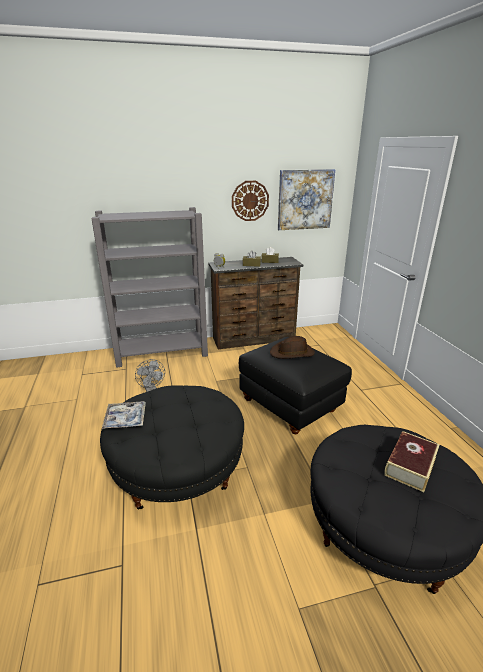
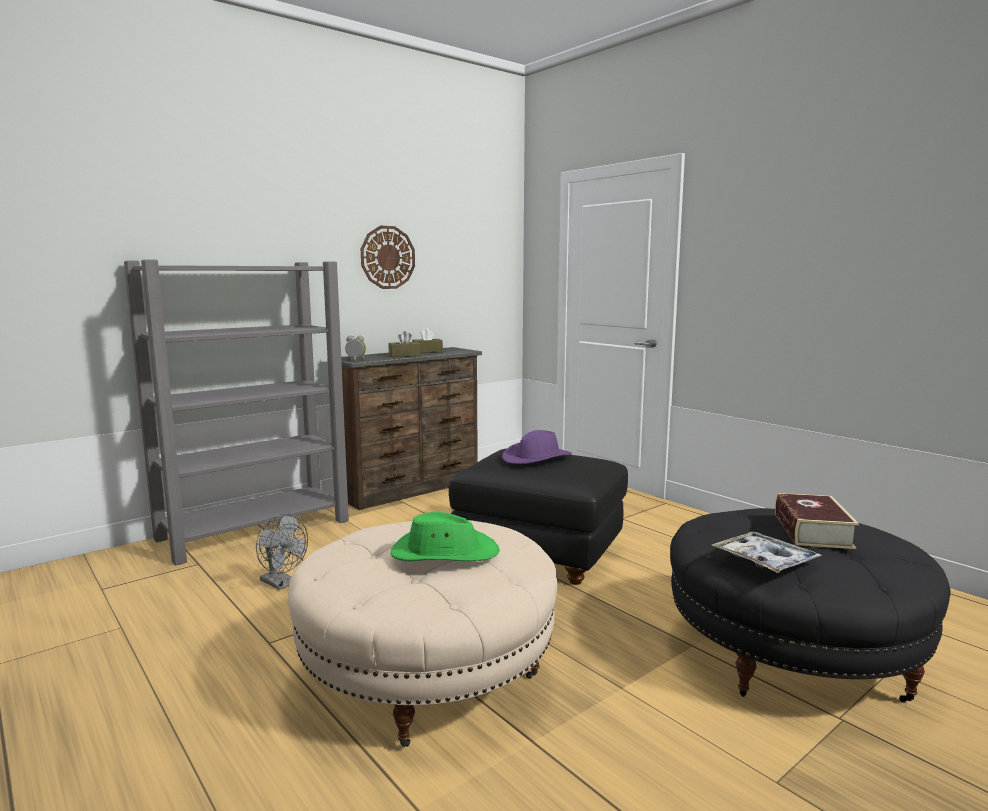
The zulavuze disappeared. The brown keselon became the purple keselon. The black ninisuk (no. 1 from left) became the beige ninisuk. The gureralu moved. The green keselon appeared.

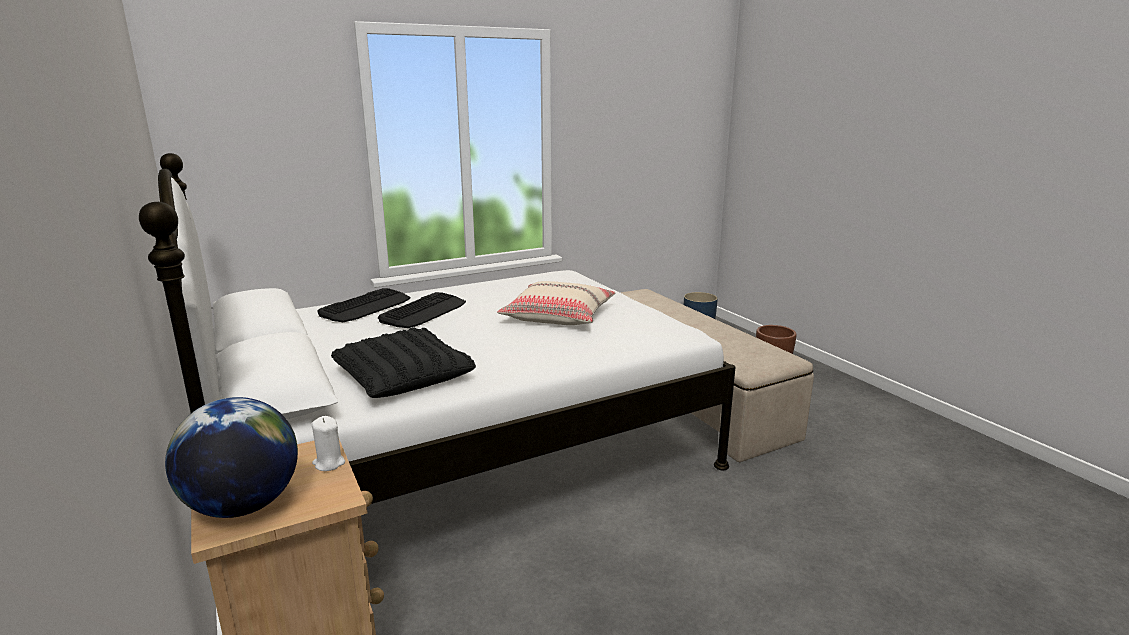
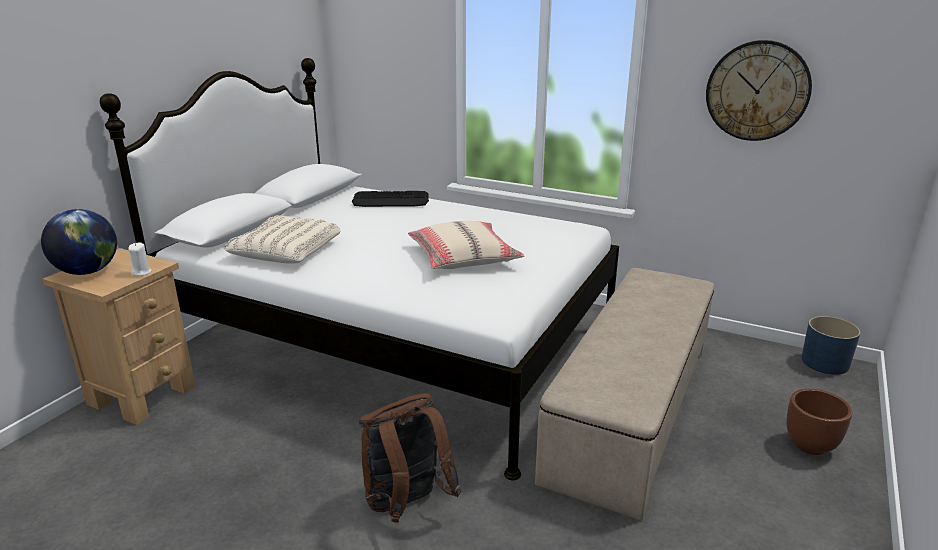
The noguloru (no. 2 from left) disappeared. The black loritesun became the beige loritesun (no. 1 from left). The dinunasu appeared. The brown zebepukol appeared.

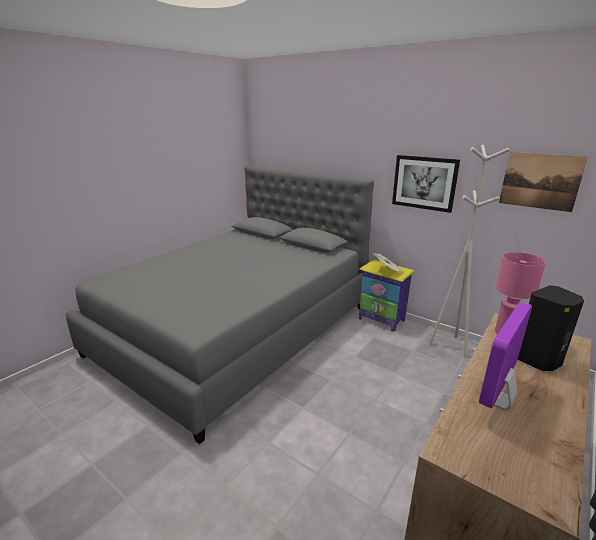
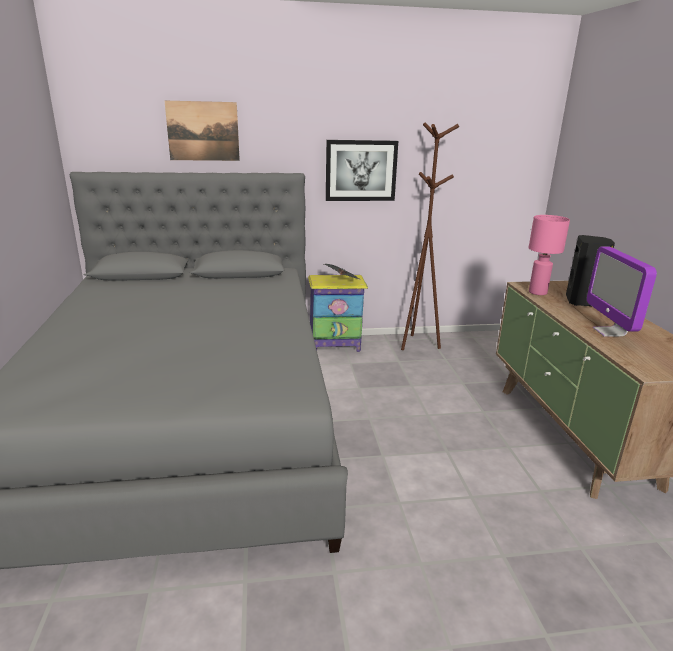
The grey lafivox became the brown lafivox. The zulavuze (no. 2 from left in the first image) moved.

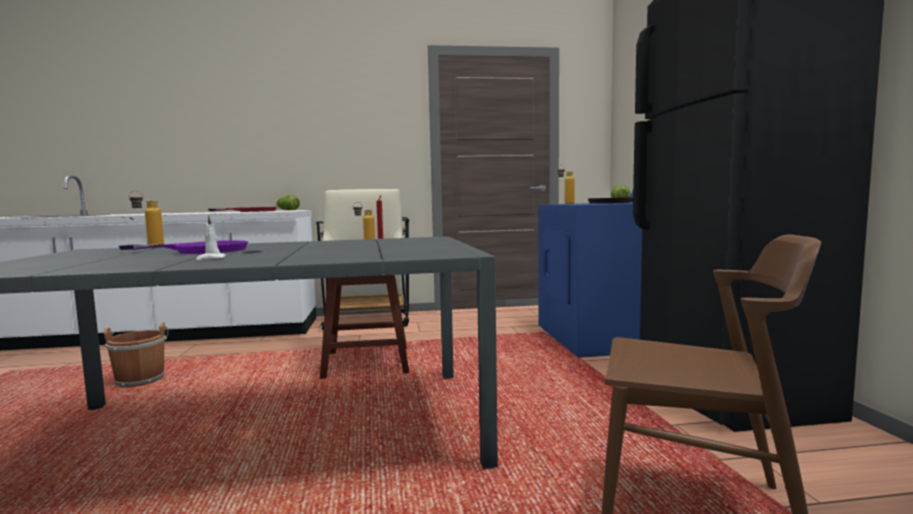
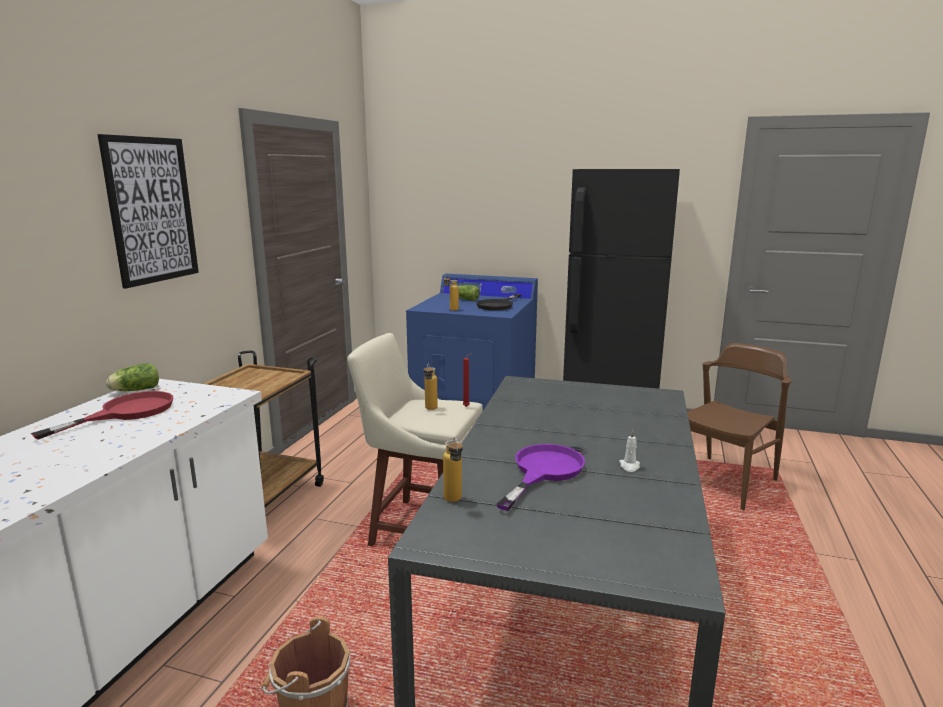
The zulavuze appeared.

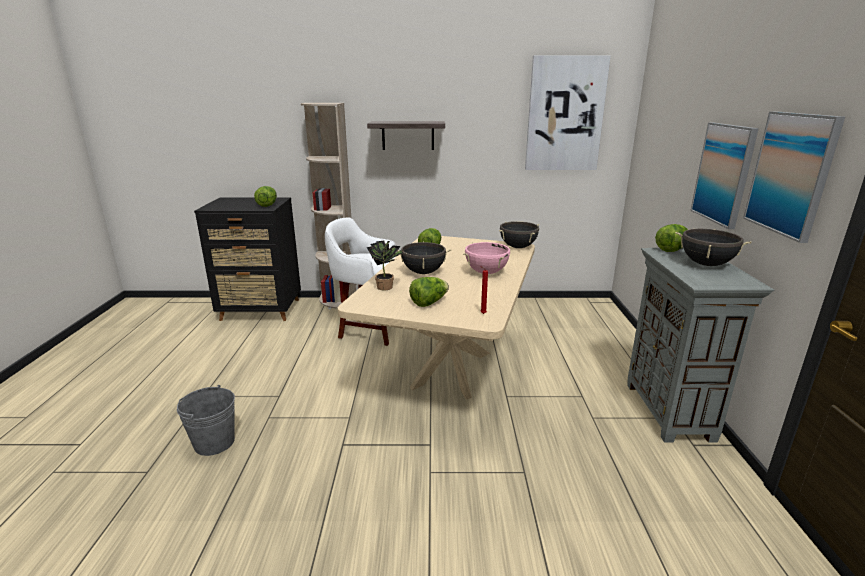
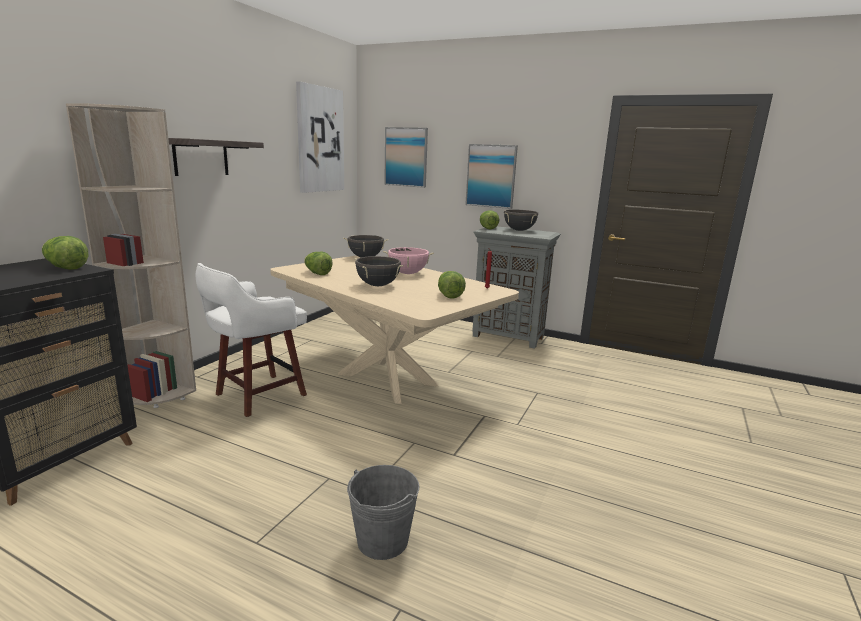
The zulavuze (no. 3 from left in the first image) moved. The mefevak disappeared.

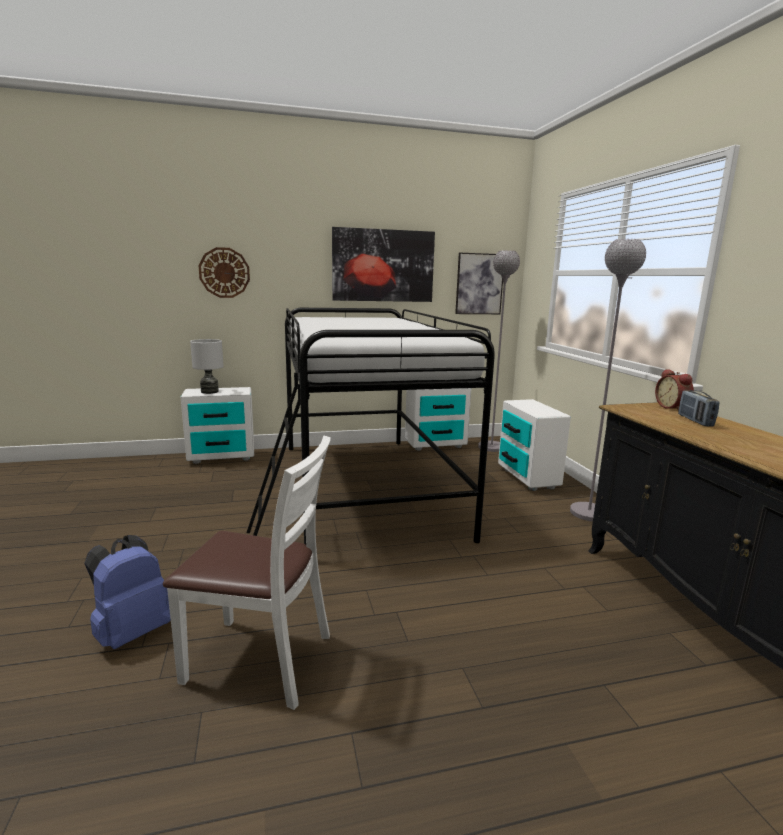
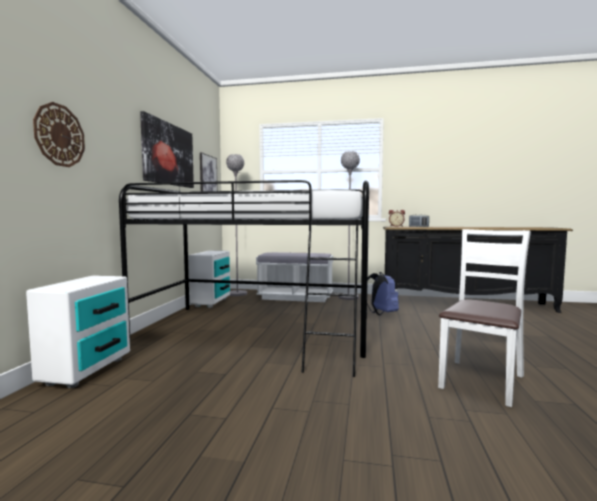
The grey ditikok disappeared. The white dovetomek (no. 3 from left) was replaced by the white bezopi. The blue zebepukol moved.

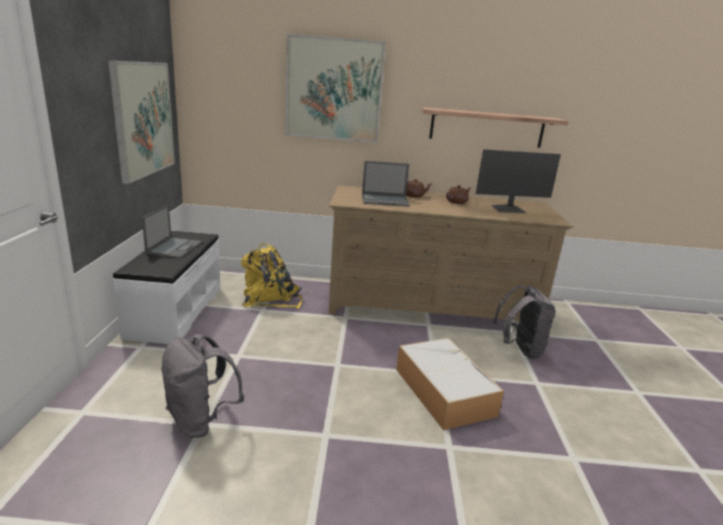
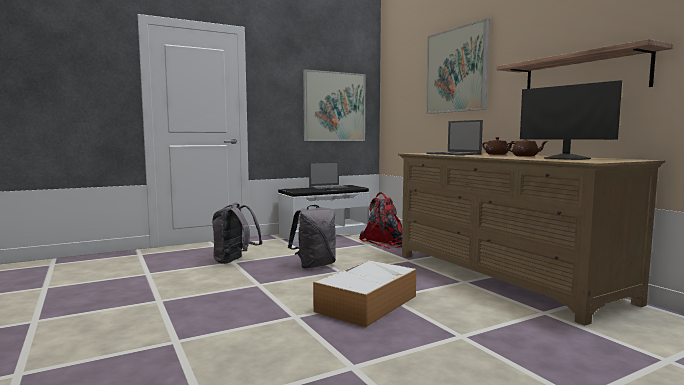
The yellow zebepukol became the red zebepukol. The grey zebepukol (no. 2 from left) moved.

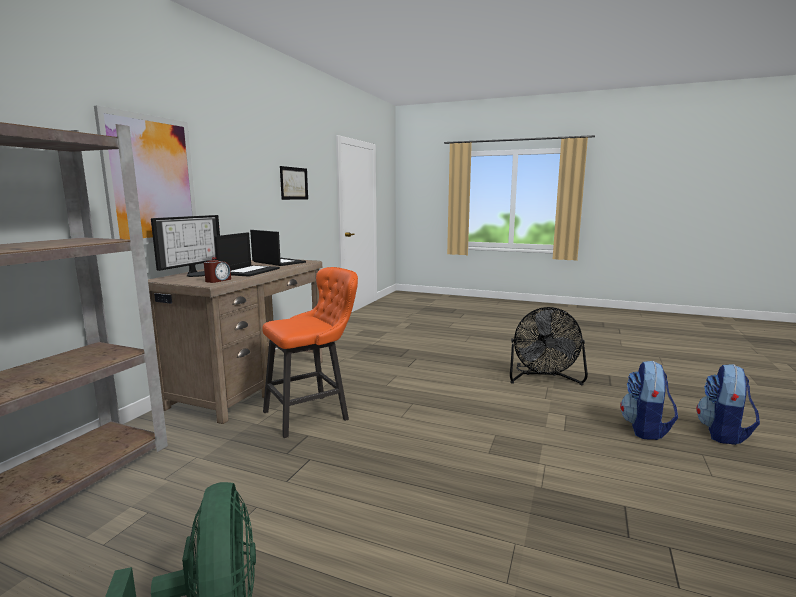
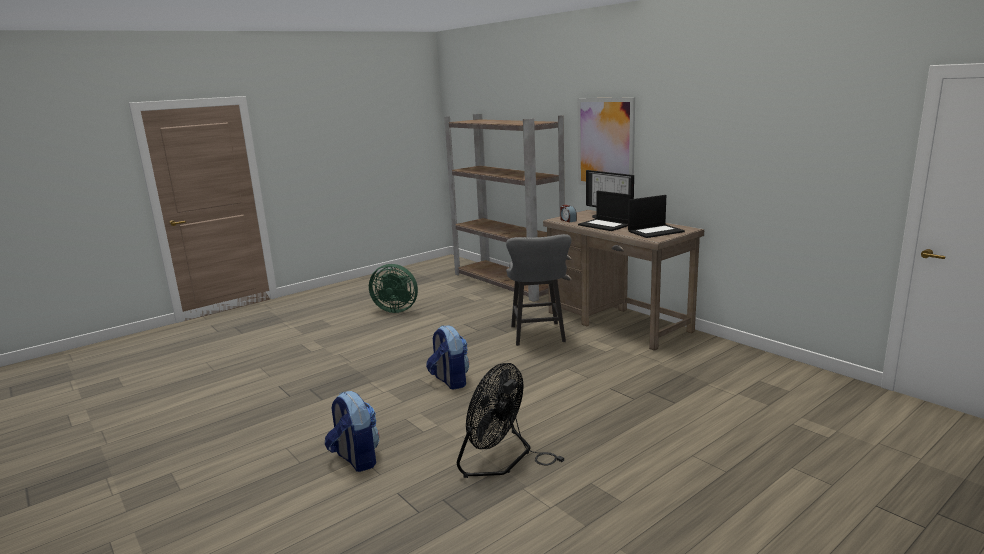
The zulavuze (no. 2 from left) disappeared. The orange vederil became the grey vederil. The zebepukol (no. 2 from left) moved.

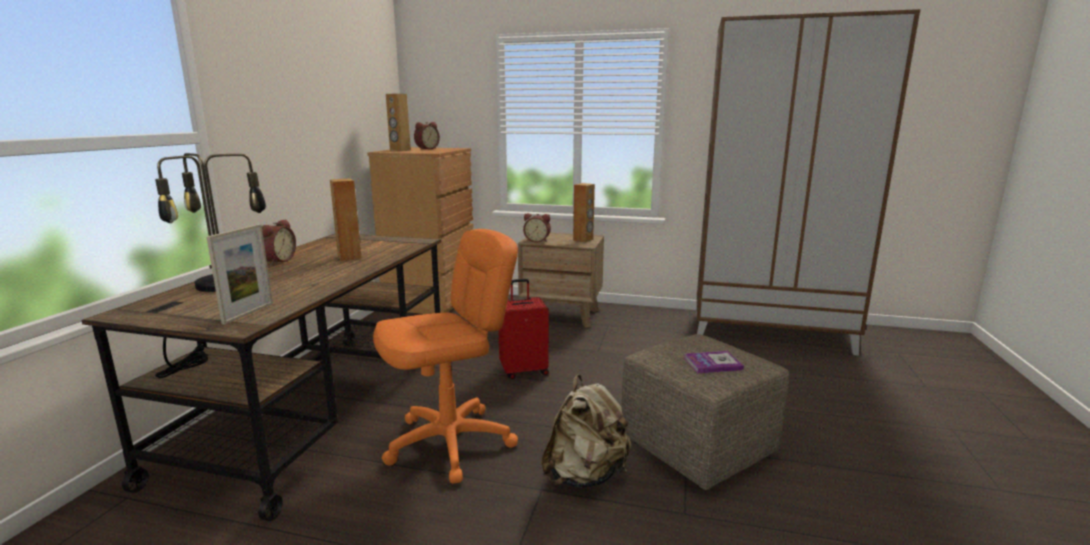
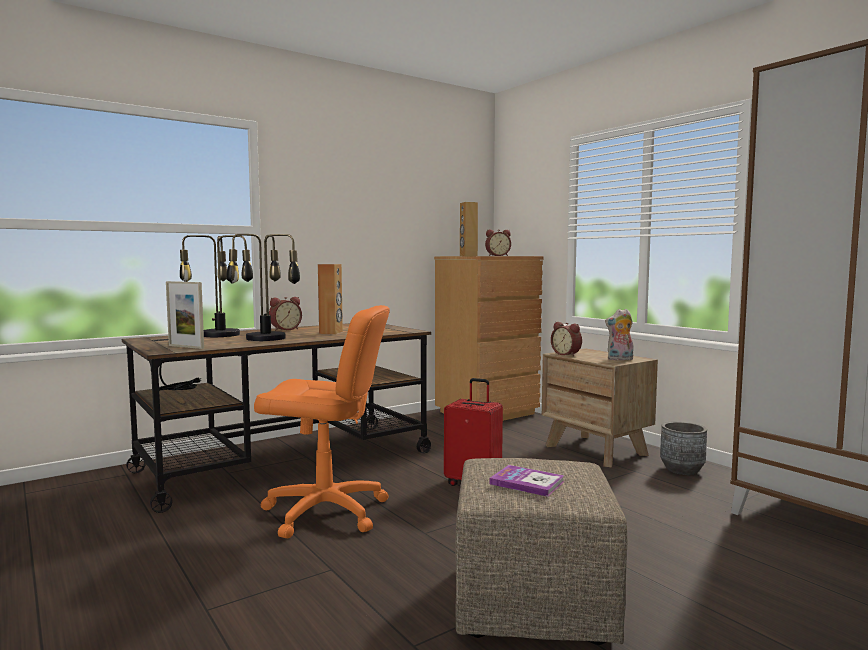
The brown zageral (no. 3 from left) was replaced by the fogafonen. The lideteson turned 60 degrees clockwise. The beige zebepukol disappeared. The ditikok (no. 2 from left) appeared. The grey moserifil appeared.

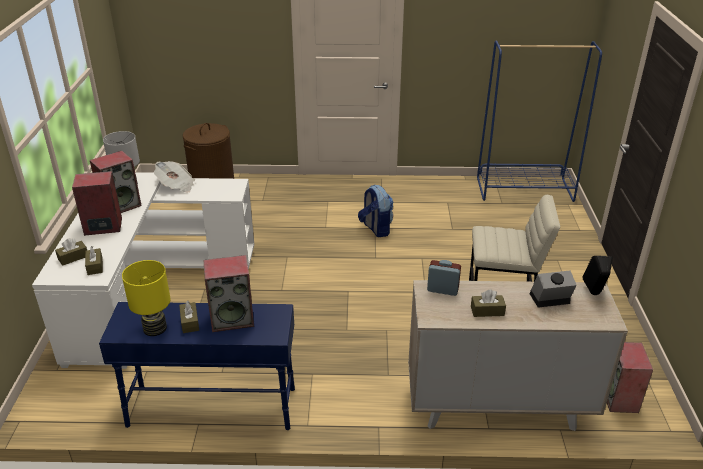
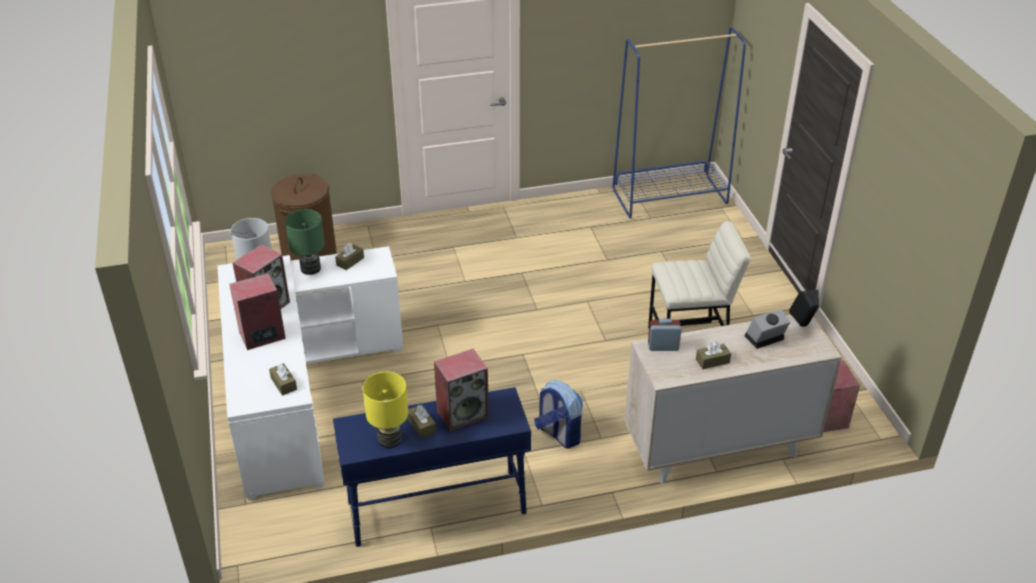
The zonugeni was replaced by the green ditikok. The zebepukol moved. The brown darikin (no. 1 from left in the first image) moved.

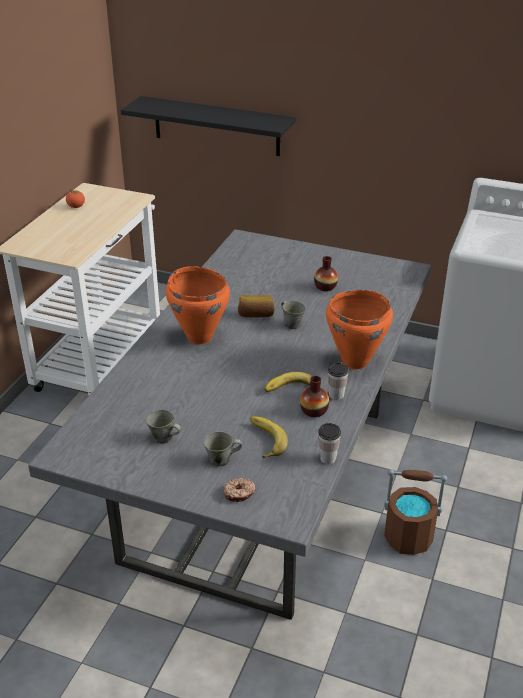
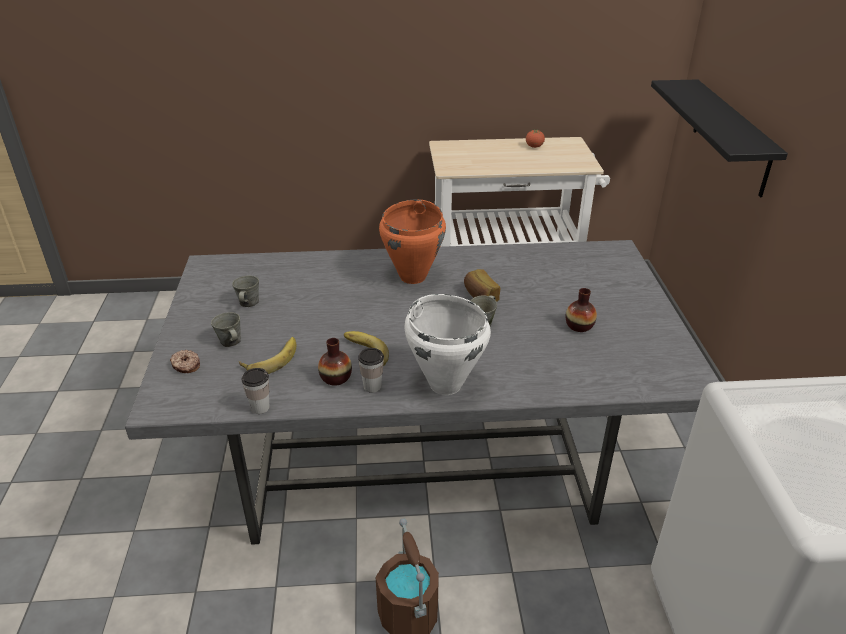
The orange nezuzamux (no. 2 from left) became the white nezuzamux.

